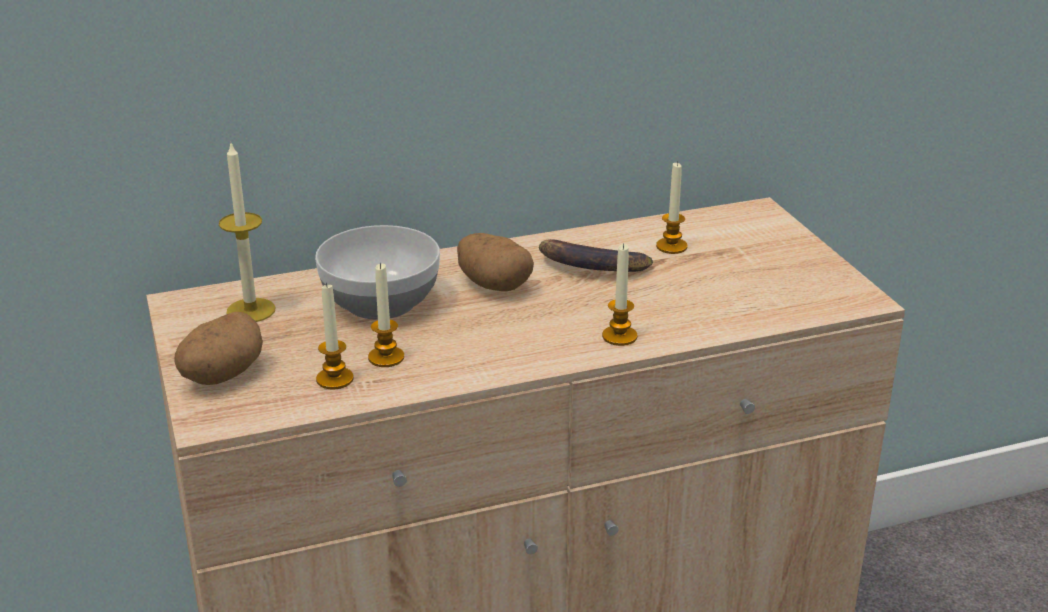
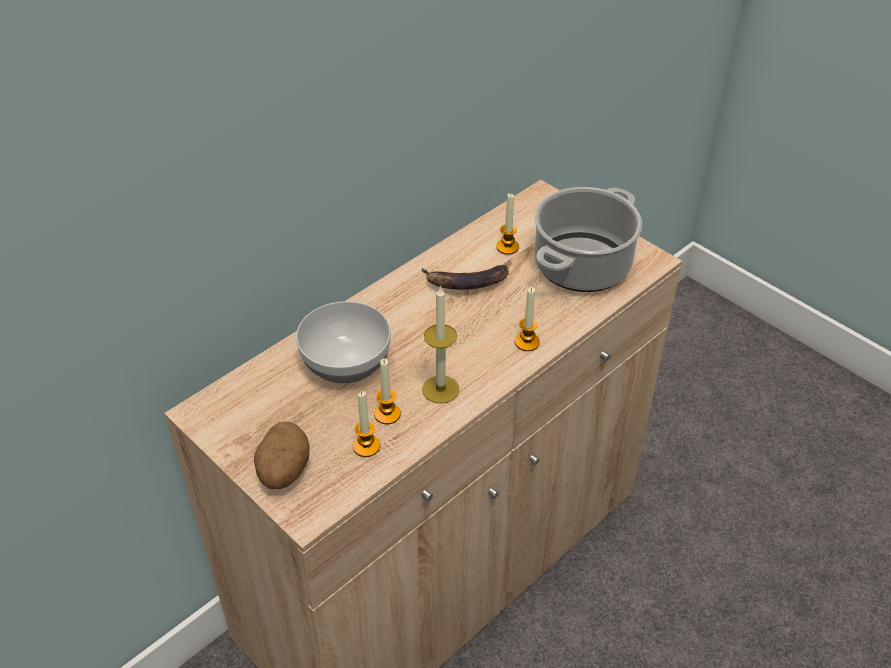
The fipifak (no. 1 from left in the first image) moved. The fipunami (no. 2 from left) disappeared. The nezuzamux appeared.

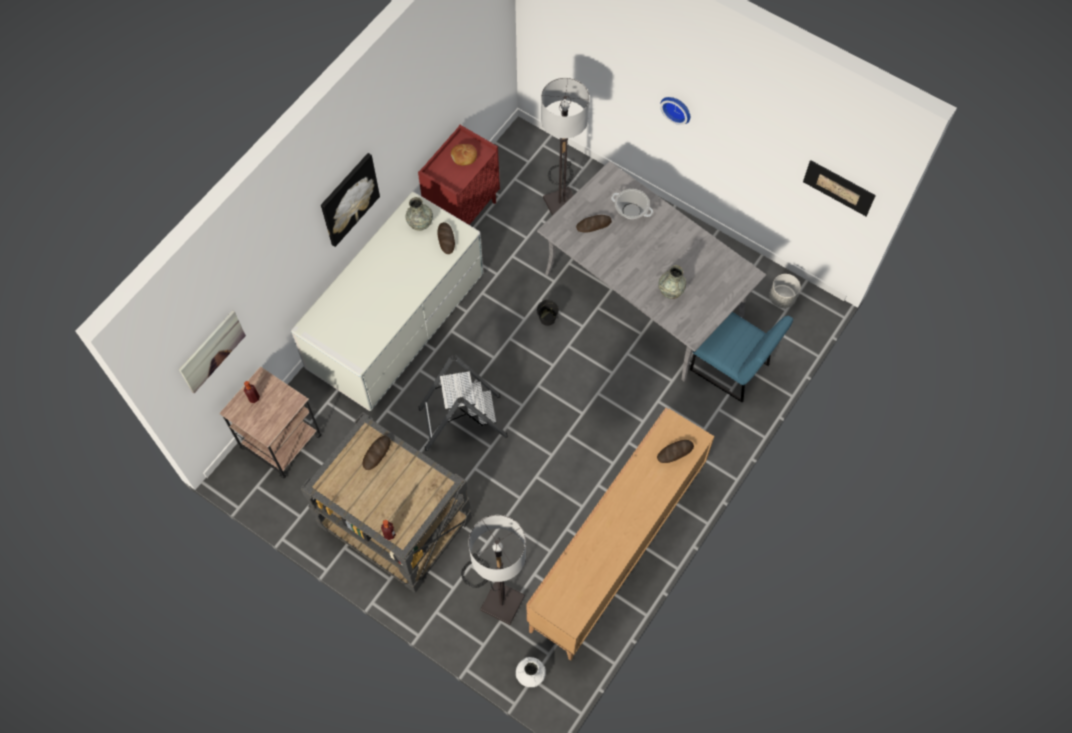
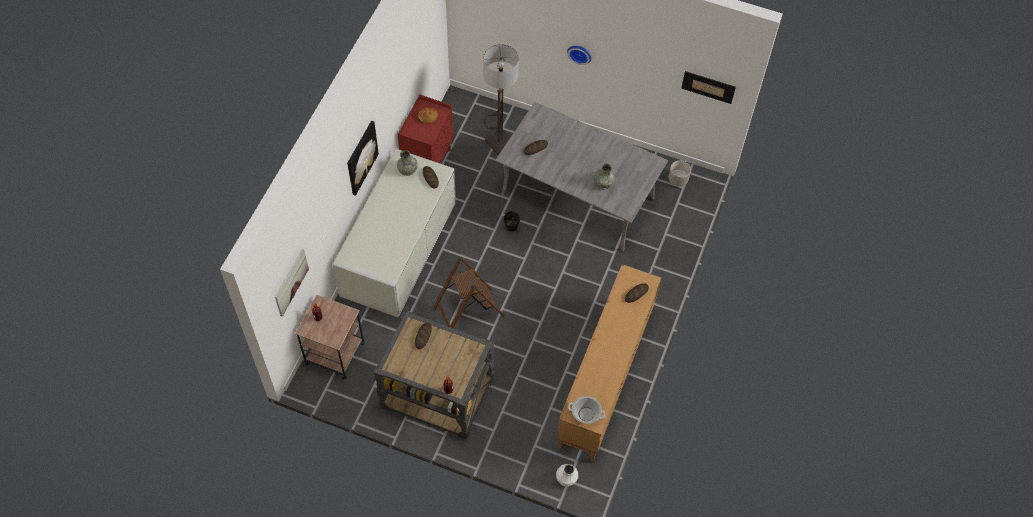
The nezuzamux moved. The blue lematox disappeared. The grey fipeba became the brown fipeba. The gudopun (no. 1 from left) disappeared.

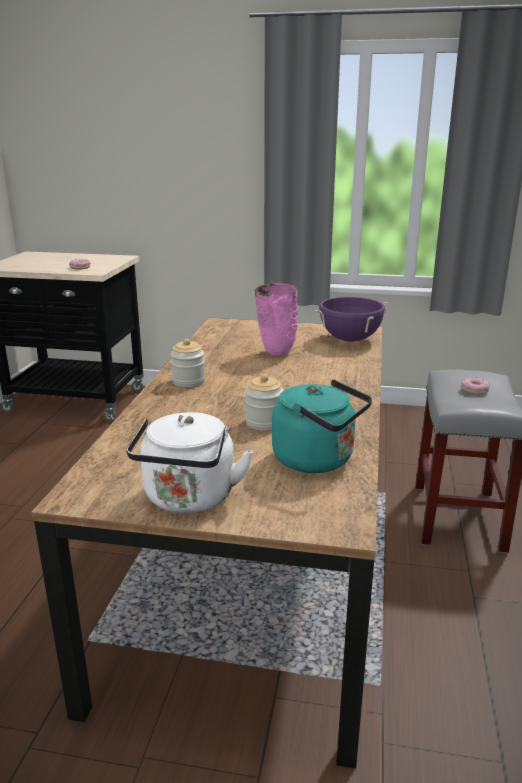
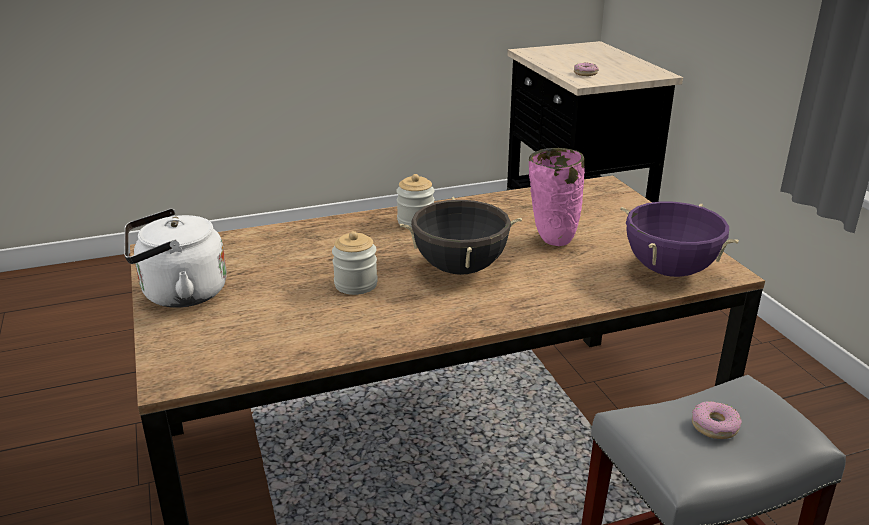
The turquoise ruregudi disappeared. The black nezuzamux appeared.

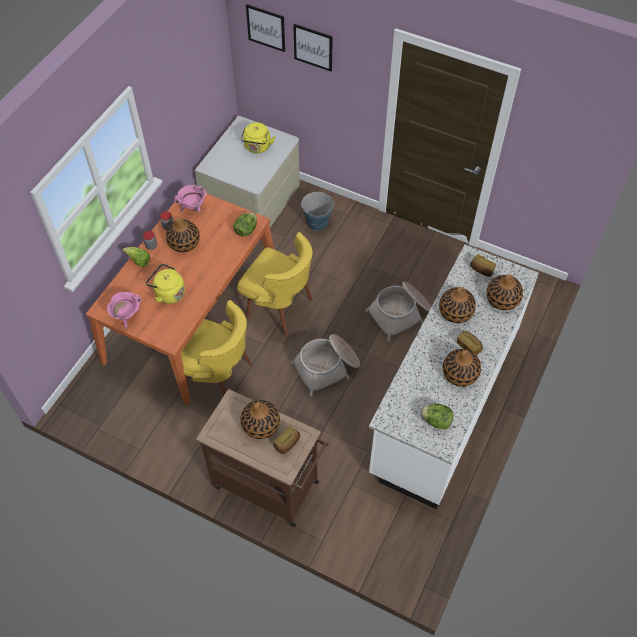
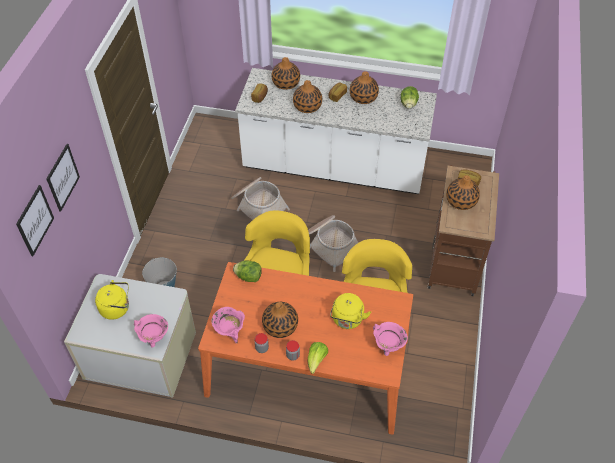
The pink nezuzamux (no. 1 from left) appeared.

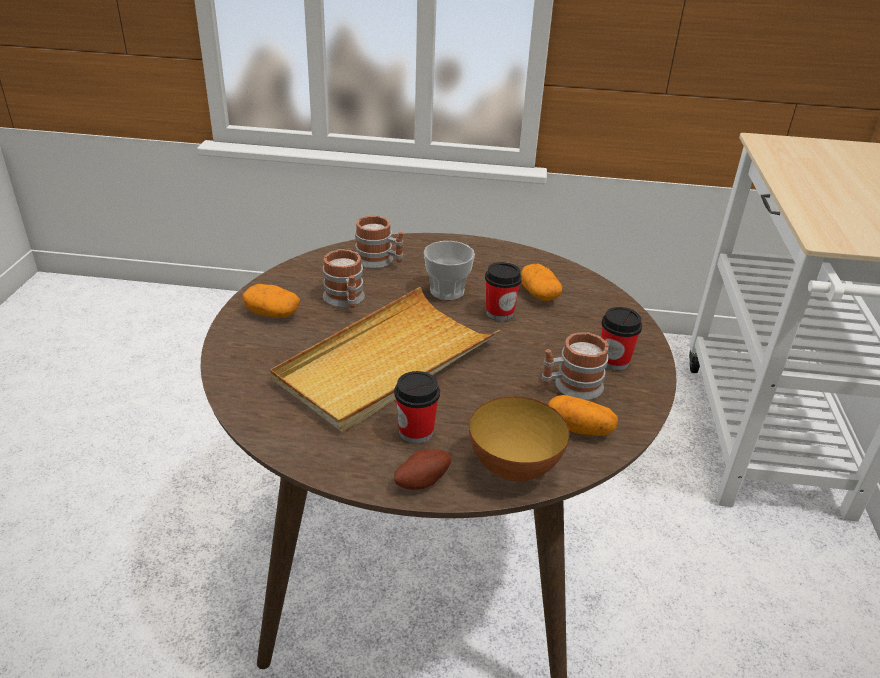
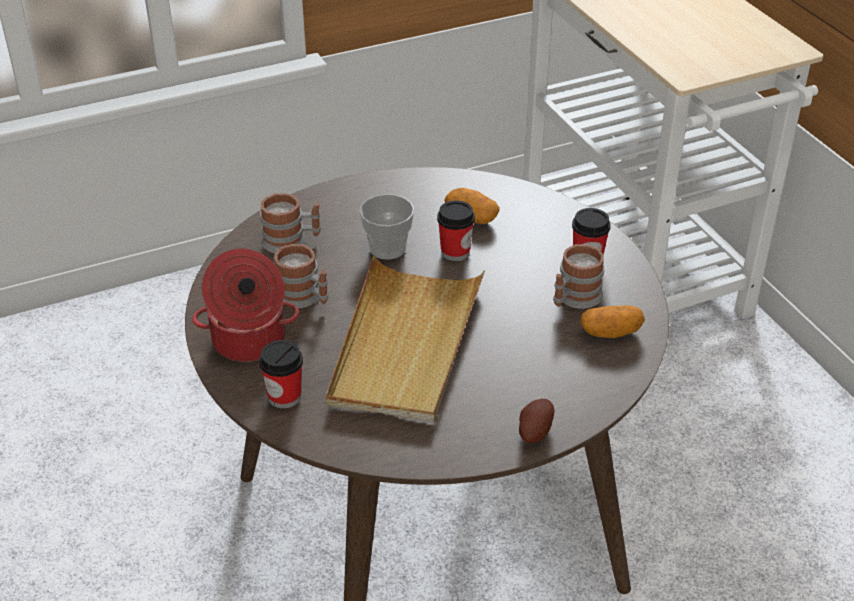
The fipunami (no. 1 from left) was replaced by the nezuzamux. The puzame (no. 1 from left) moved. The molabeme disappeared.

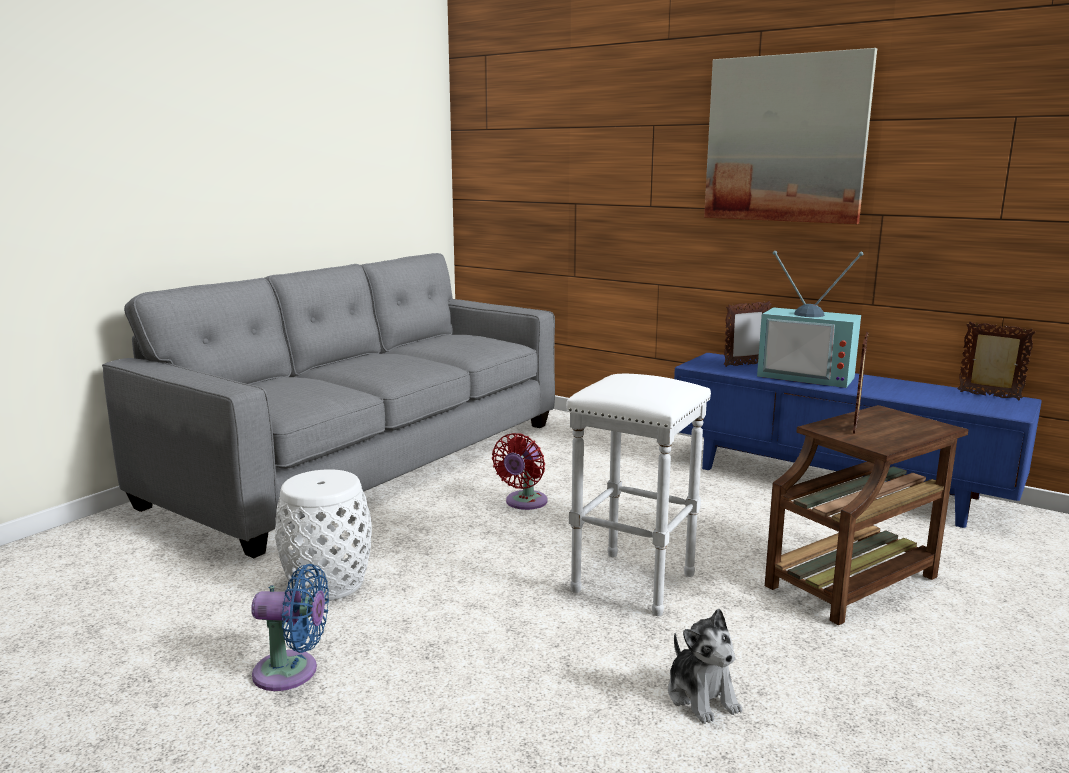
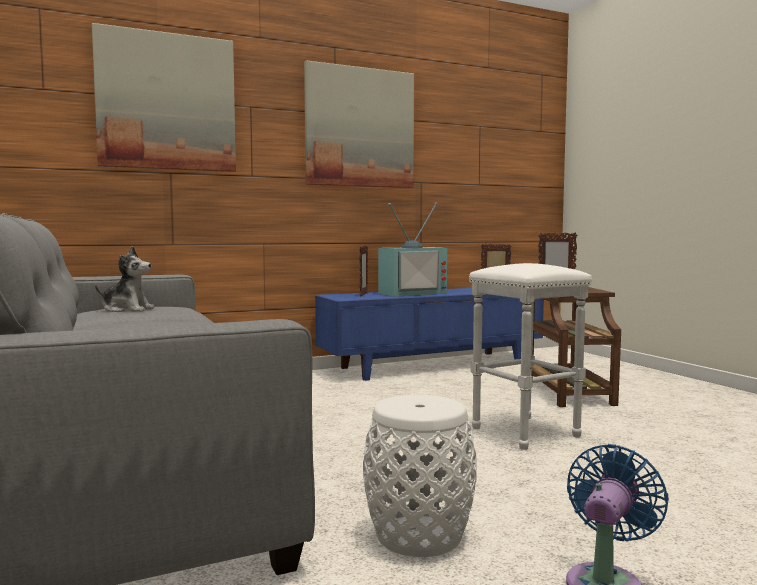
The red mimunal disappeared. The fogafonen moved. The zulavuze (no. 1 from left) appeared.

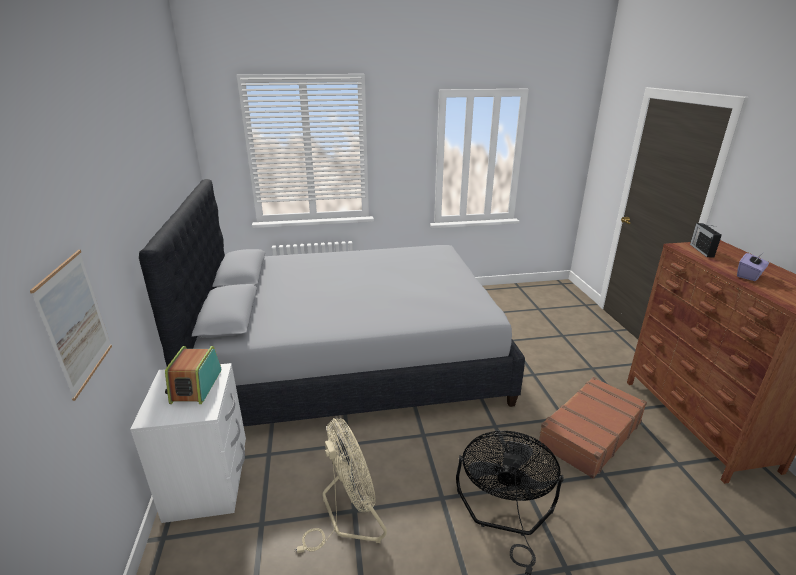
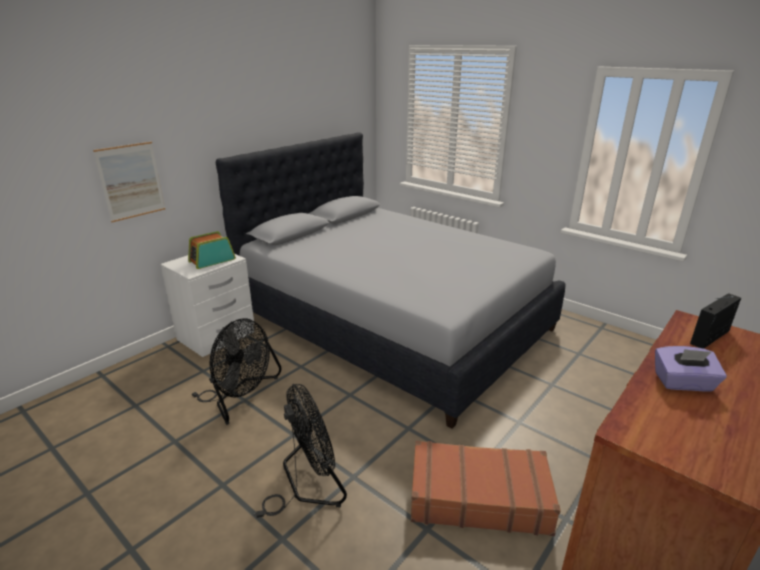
The beige mimunal became the black mimunal (no. 1 from left).

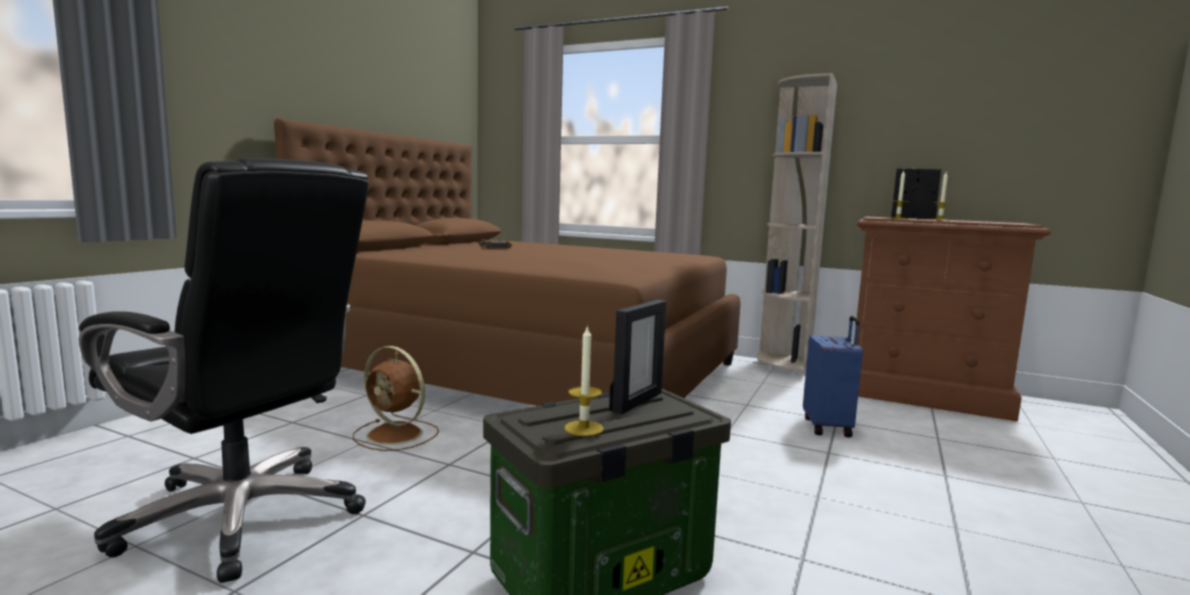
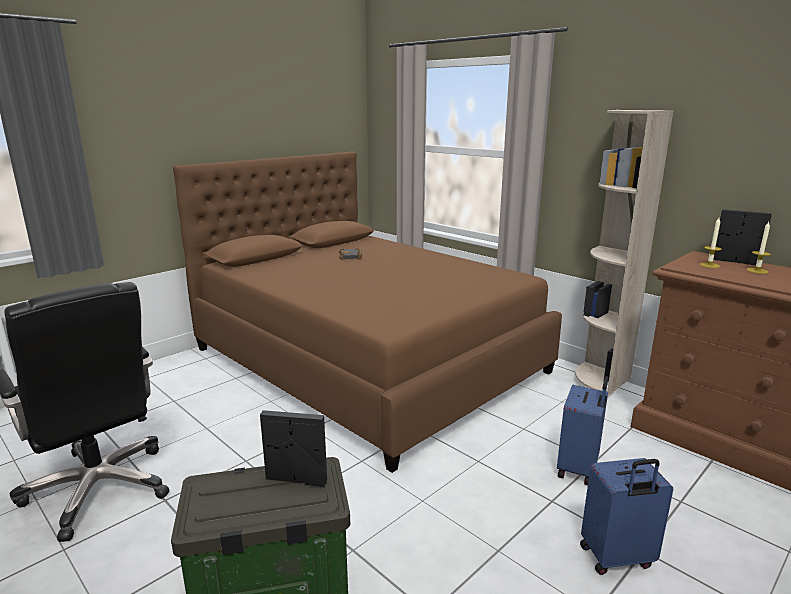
The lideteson (no. 1 from left) turned 135 degrees counterclockwise. The fipifak (no. 1 from left) disappeared. The brown mimunal disappeared. The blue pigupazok (no. 2 from left) appeared.

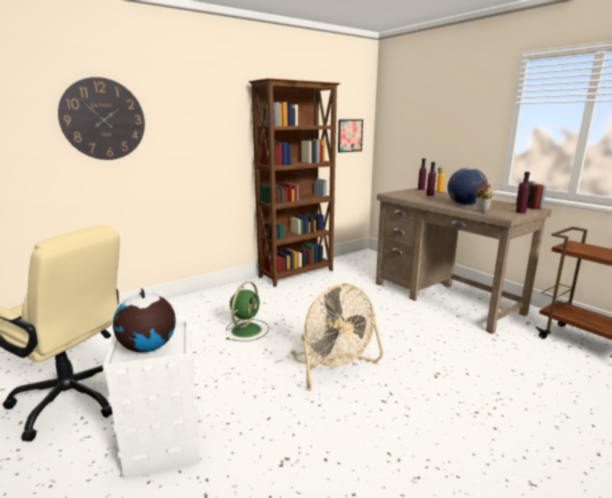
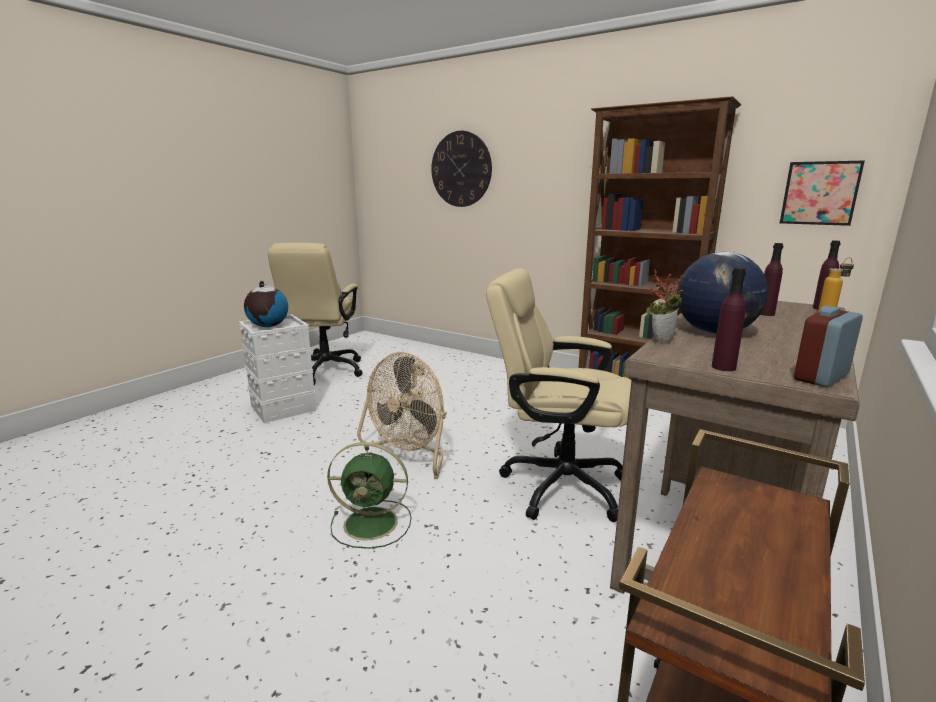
The green mimunal moved. The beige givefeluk (no. 2 from left) appeared.

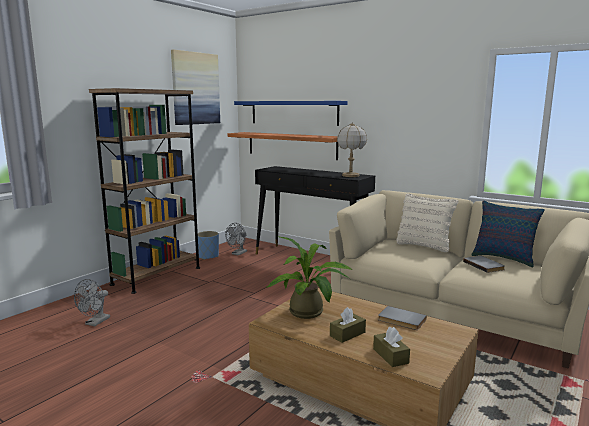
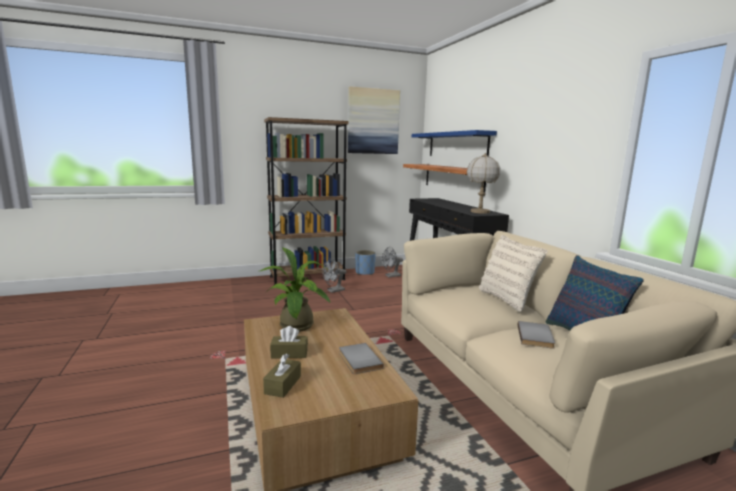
The grey mimunal (no. 1 from left) moved.

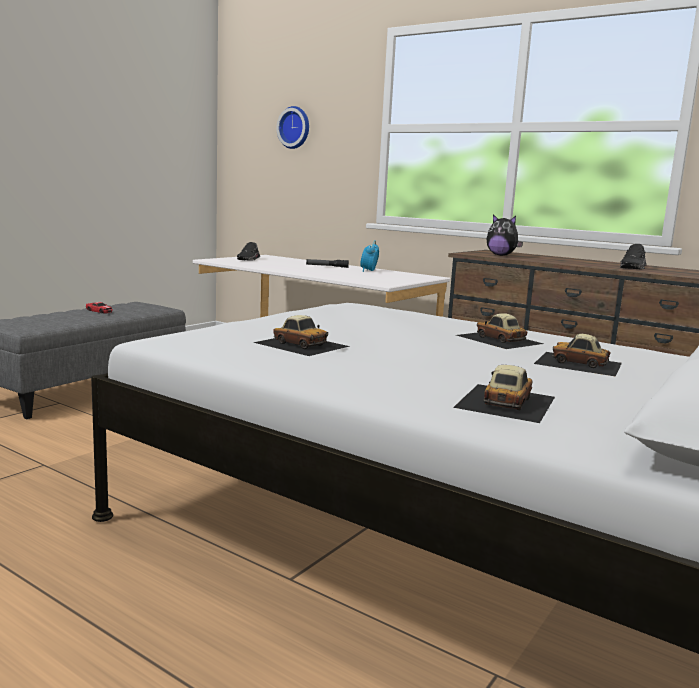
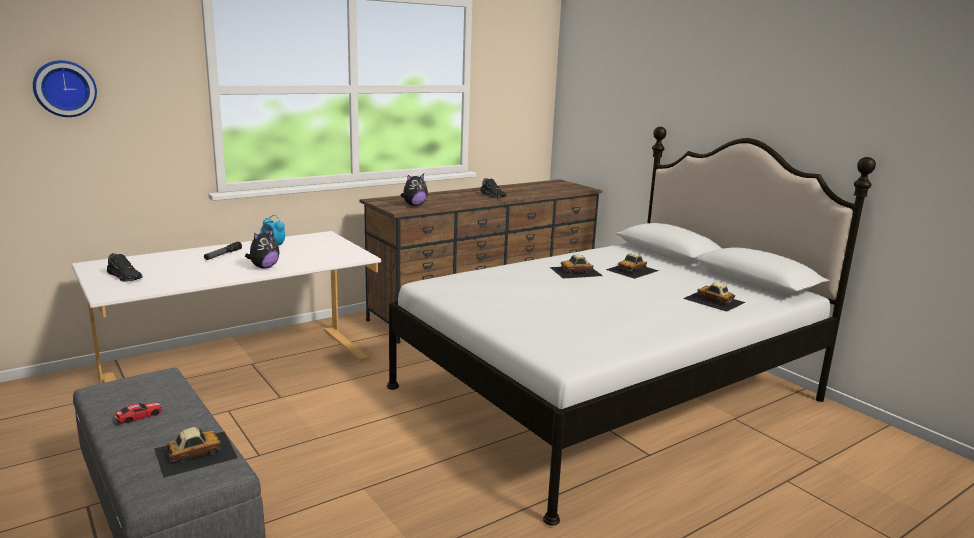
The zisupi (no. 2 from left) moved. The fogafonen (no. 1 from left) appeared.

